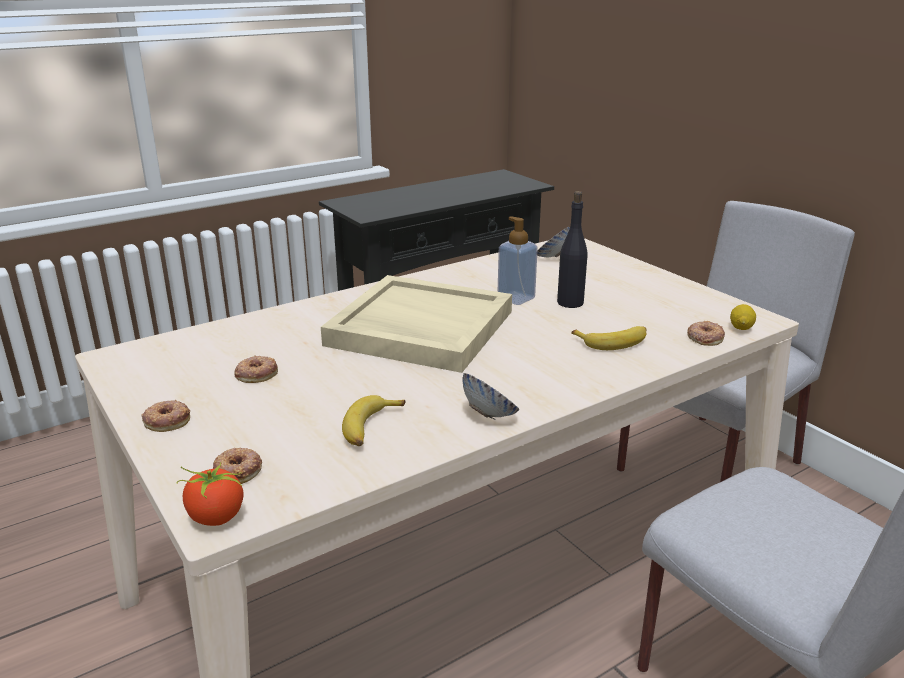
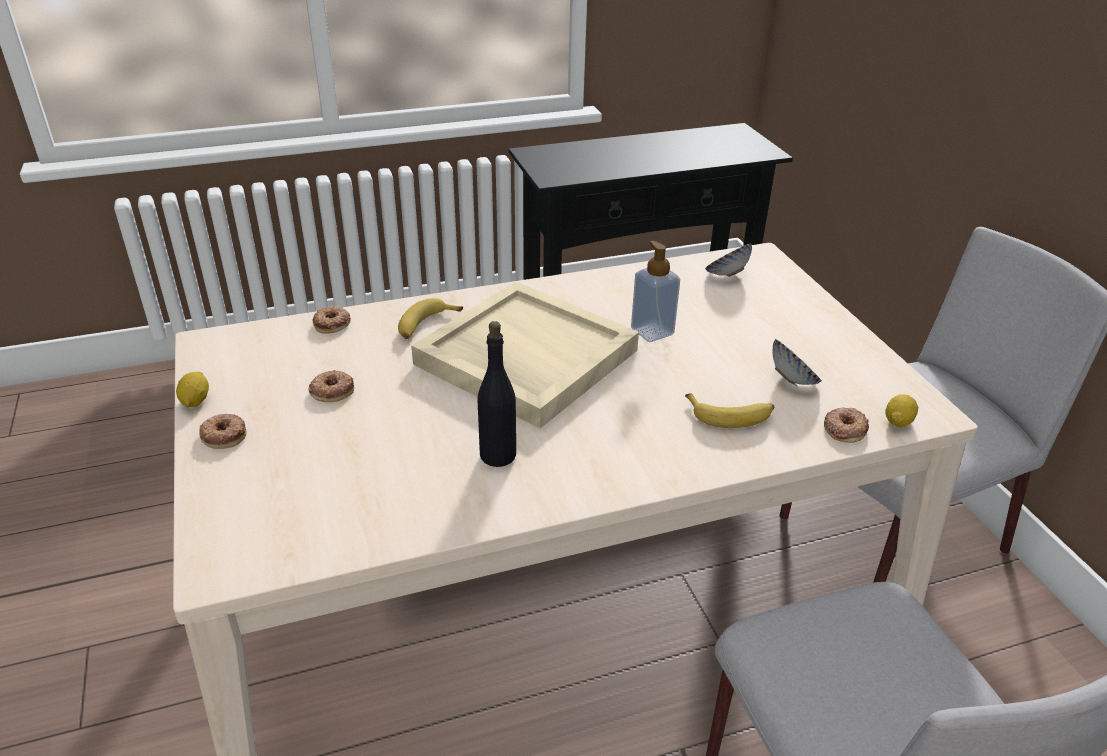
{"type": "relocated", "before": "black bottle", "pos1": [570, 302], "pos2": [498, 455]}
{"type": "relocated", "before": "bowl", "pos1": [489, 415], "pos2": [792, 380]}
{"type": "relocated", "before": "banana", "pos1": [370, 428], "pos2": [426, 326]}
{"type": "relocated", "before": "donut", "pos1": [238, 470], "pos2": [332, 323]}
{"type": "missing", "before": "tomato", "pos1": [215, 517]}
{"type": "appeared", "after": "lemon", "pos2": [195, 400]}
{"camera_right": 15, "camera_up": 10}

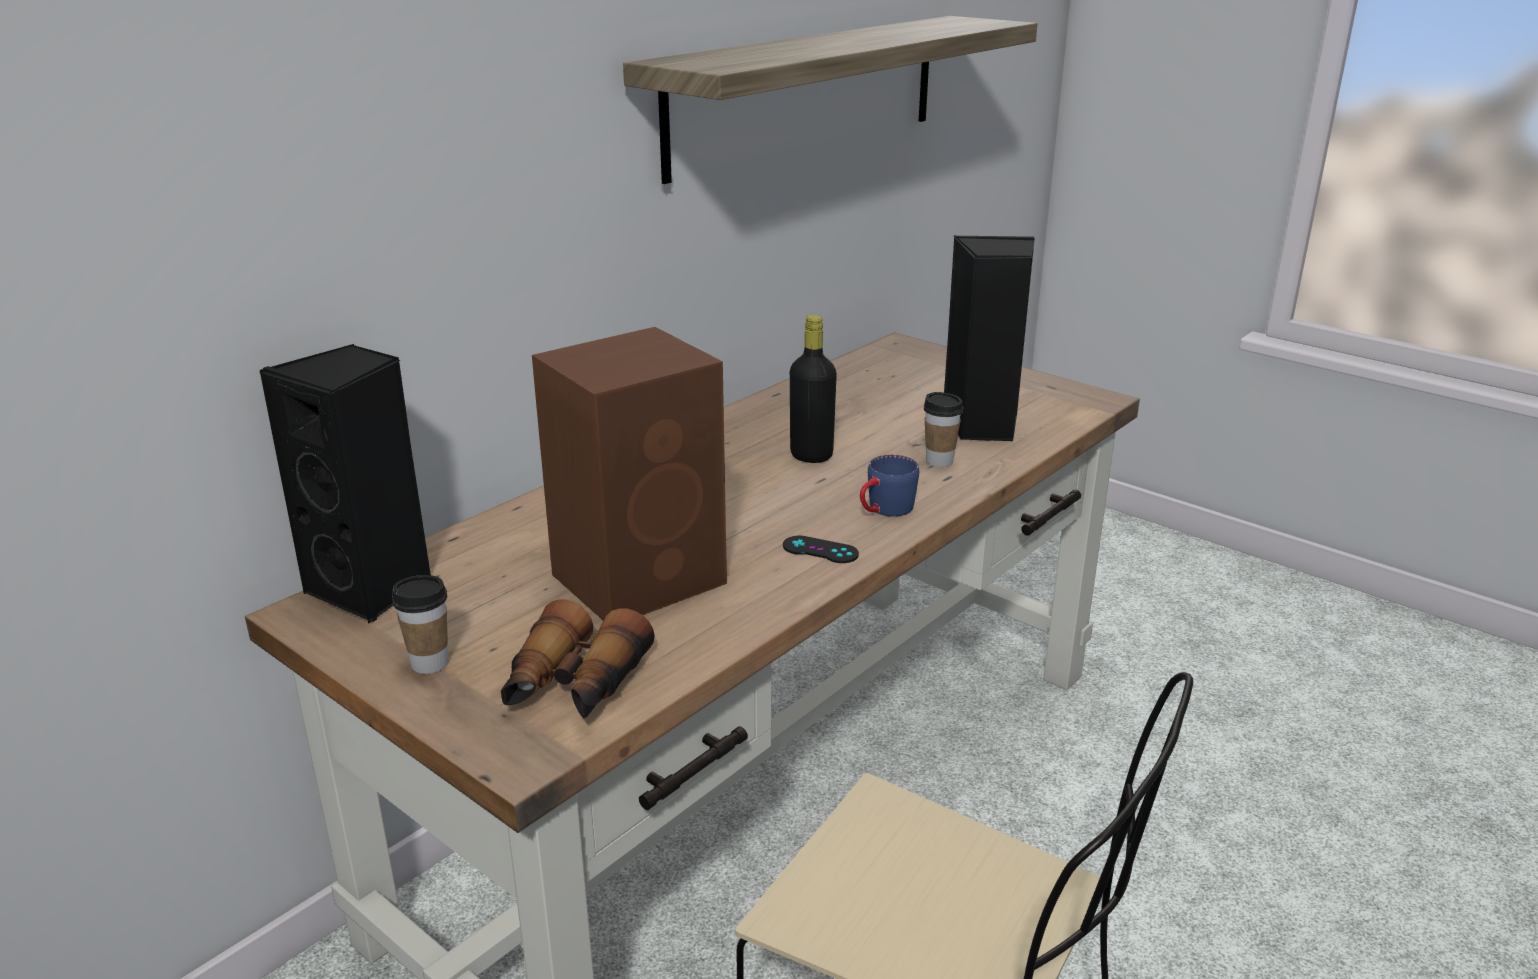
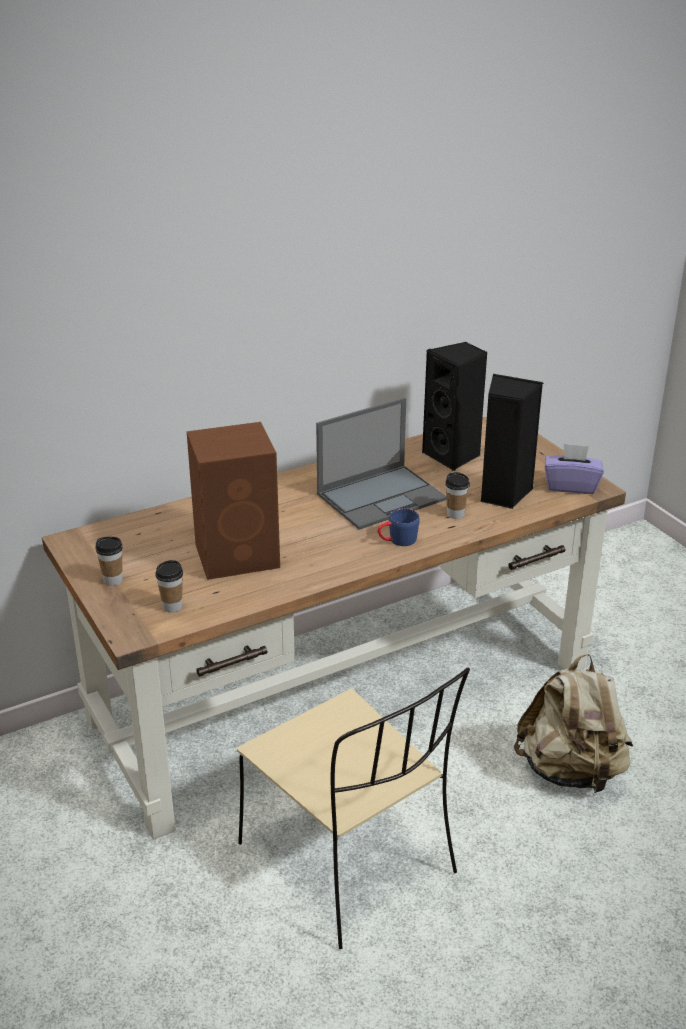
{"type": "missing", "before": "shelf", "pos1": [807, 93]}
{"type": "exchanged", "before": "black bottle", "after": "laptop", "pos1": [811, 455], "pos2": [382, 496]}
{"type": "relocated", "before": "black speaker", "pos1": [373, 589], "pos2": [453, 456]}
{"type": "missing", "before": "black game controller", "pos1": [820, 550]}
{"type": "exchanged", "before": "binoculars", "after": "cup", "pos1": [574, 686], "pos2": [172, 607]}
{"type": "appeared", "after": "purple tissue box", "pos2": [571, 486]}
{"type": "appeared", "after": "beige backpack", "pos2": [571, 771]}
{"camera_right": 20, "camera_up": 5}

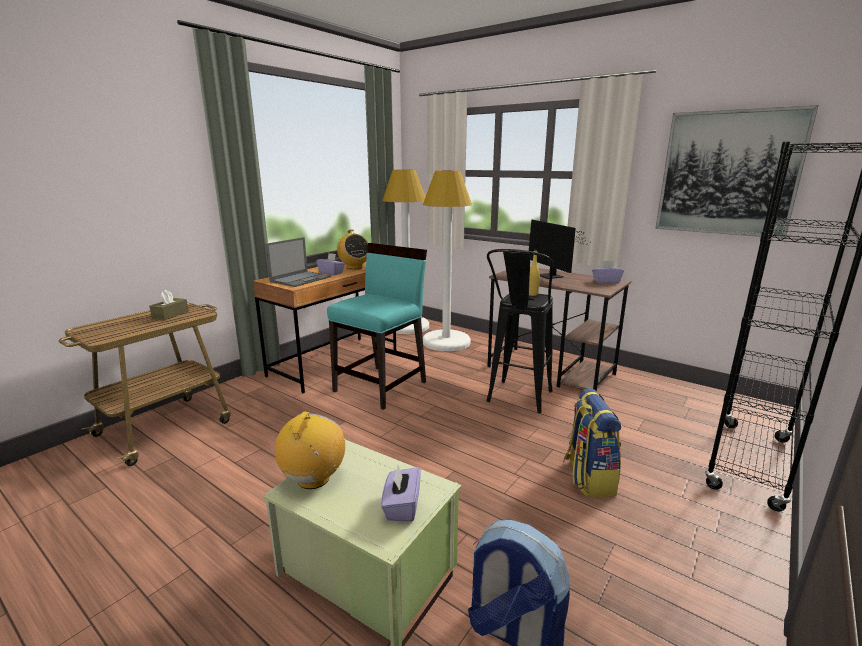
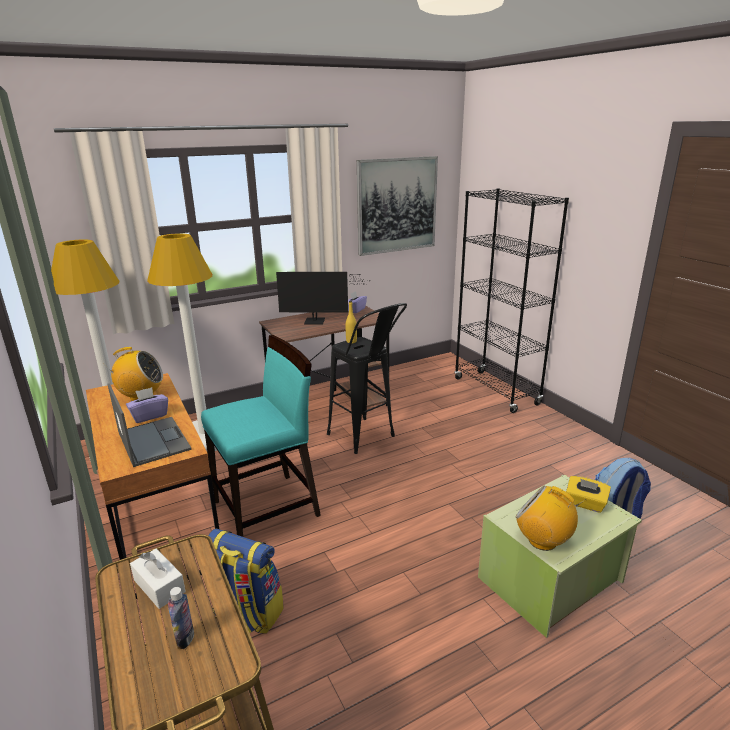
{"type": "spun", "before": "turquoise chair", "pos1": [381, 386], "pos2": [268, 508], "turn": 90}
{"type": "colour", "before": "brown tissue box", "after": "white tissue box", "pos1": [170, 315], "pos2": [159, 586]}
{"type": "relocated", "before": "backpack", "pos1": [588, 477], "pos2": [247, 613]}
{"type": "colour", "before": "purple tissue box", "after": "yellow tissue box", "pos1": [402, 506], "pos2": [585, 504]}
{"type": "appeared", "after": "bottle", "pos2": [185, 639]}
{"camera_right": -65, "camera_up": 5}

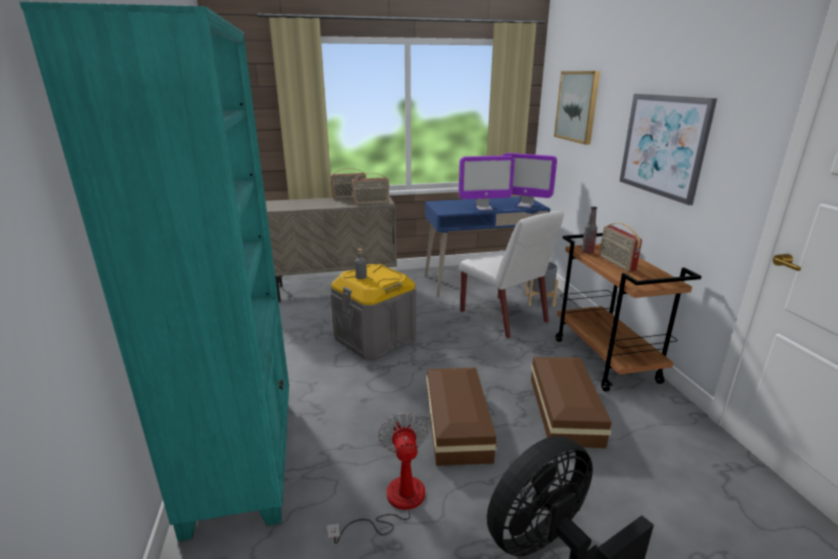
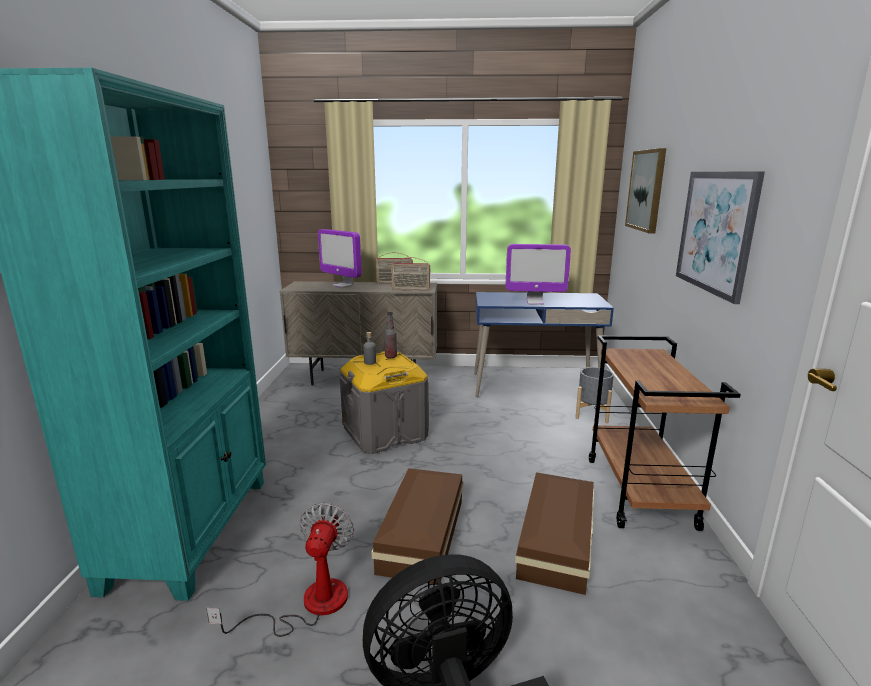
{"type": "relocated", "before": "monitor", "pos1": [525, 205], "pos2": [342, 285]}
{"type": "relocated", "before": "bottle", "pos1": [587, 252], "pos2": [391, 357]}
{"type": "missing", "before": "white chair", "pos1": [504, 317]}
{"type": "missing", "before": "radio", "pos1": [616, 263]}
{"camera_right": 15, "camera_up": -5}

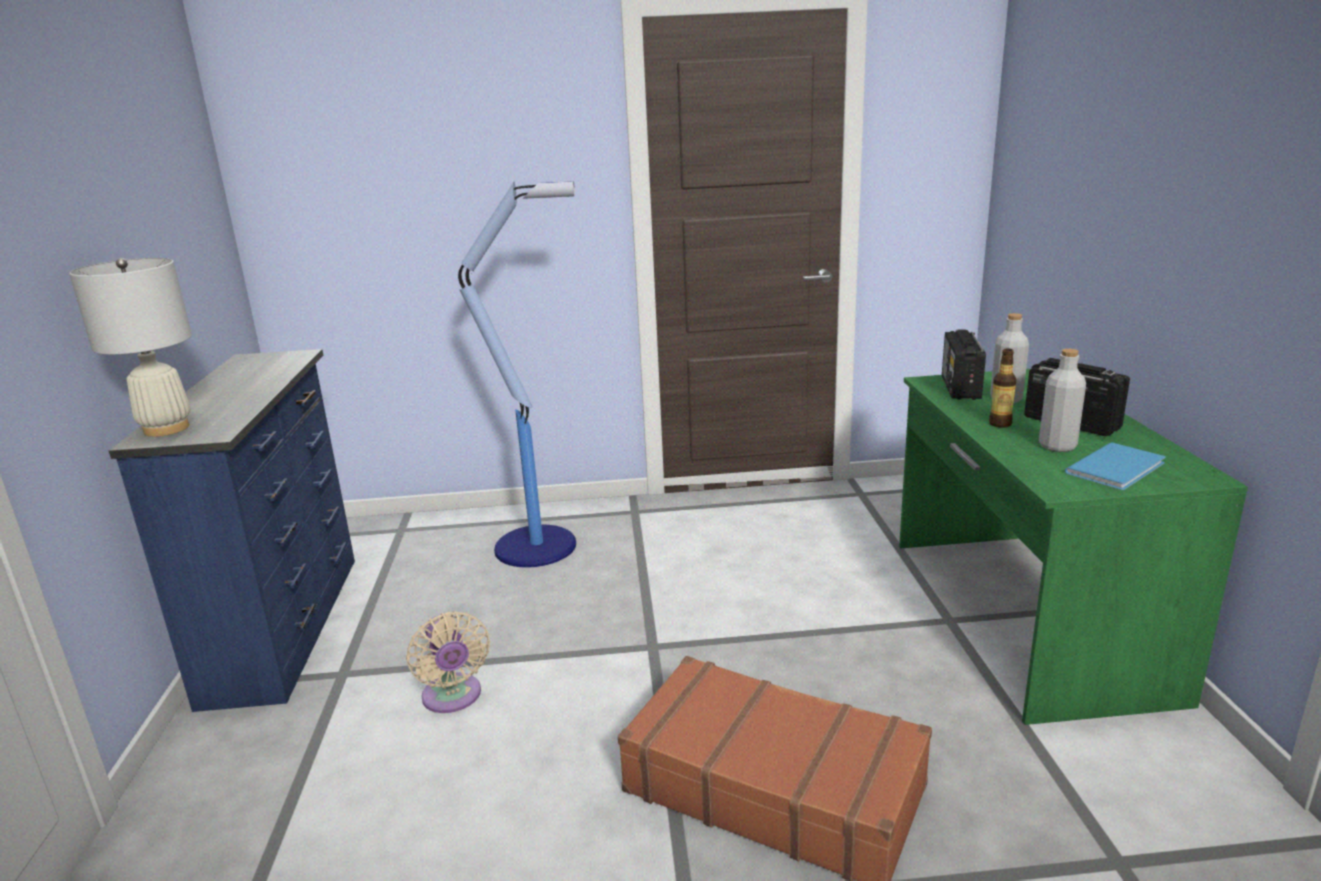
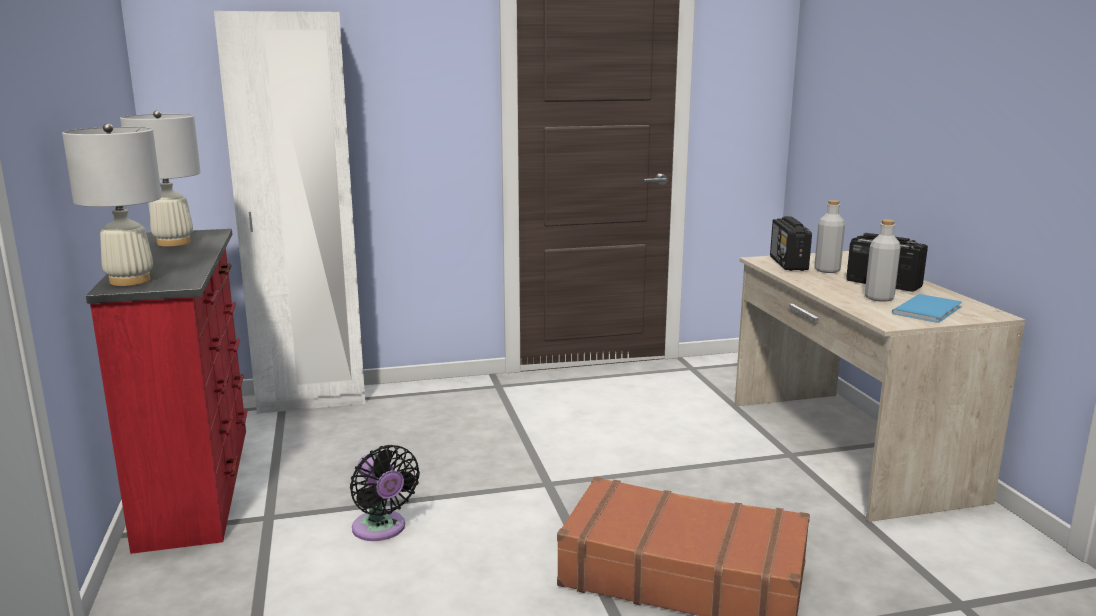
{"type": "missing", "before": "floor lamp", "pos1": [539, 546]}
{"type": "colour", "before": "blue dresser", "after": "red dresser", "pos1": [289, 625], "pos2": [200, 483]}
{"type": "missing", "before": "bottle", "pos1": [1000, 424]}
{"type": "colour", "before": "green desk", "after": "beige desk", "pos1": [1021, 614], "pos2": [846, 448]}
{"type": "colour", "before": "beige fan", "after": "black fan", "pos1": [453, 698], "pos2": [381, 529]}
{"type": "appeared", "after": "white wardrobe", "pos2": [312, 401]}
{"type": "appeared", "after": "white table lamp", "pos2": [173, 243]}
{"camera_right": -10, "camera_up": -5}

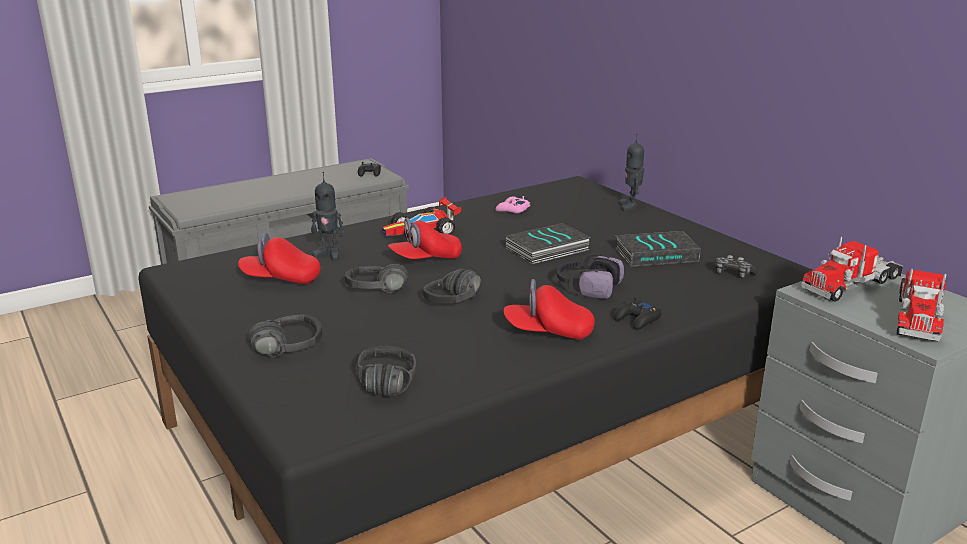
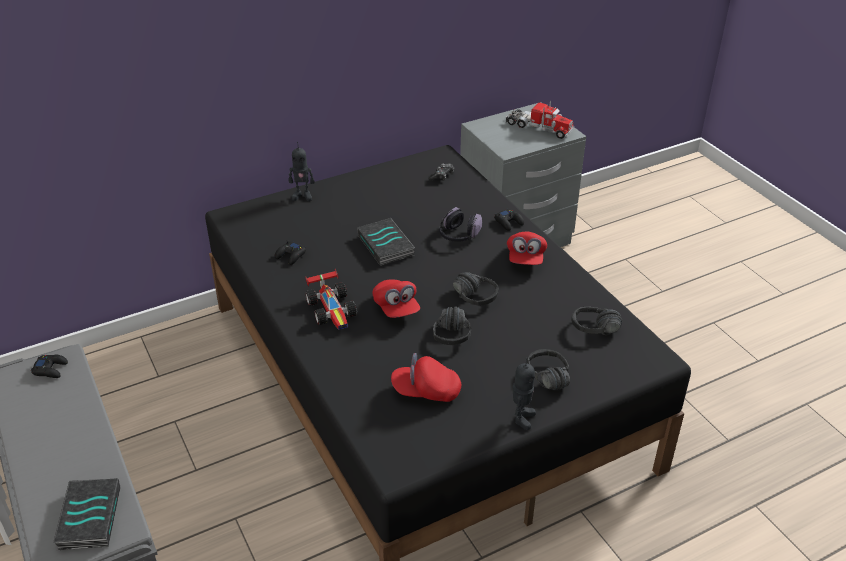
{"type": "relocated", "before": "toy robot", "pos1": [329, 255], "pos2": [521, 418]}
{"type": "colour", "before": "pink game controller", "after": "black game controller", "pos1": [512, 210], "pos2": [291, 256]}
{"type": "relocated", "before": "book", "pos1": [656, 254], "pos2": [88, 517]}
{"type": "spun", "before": "red cap", "pos1": [281, 279], "pos2": [426, 391], "turn": 90}
{"type": "missing", "before": "toy truck", "pos1": [851, 284]}
{"camera_right": -85, "camera_up": 15}

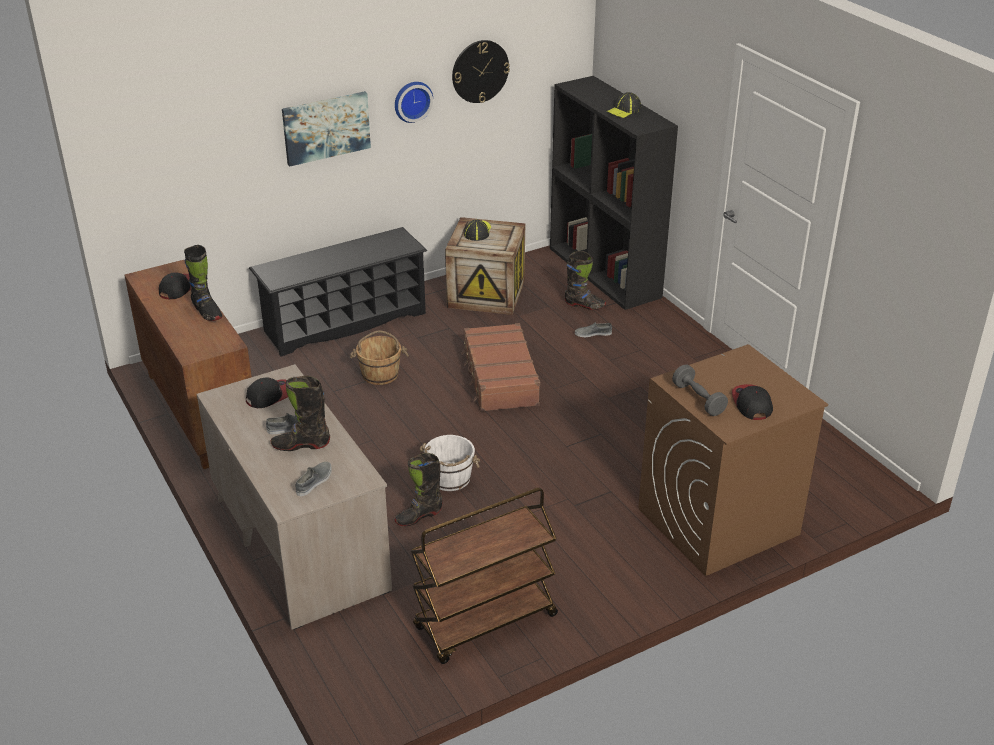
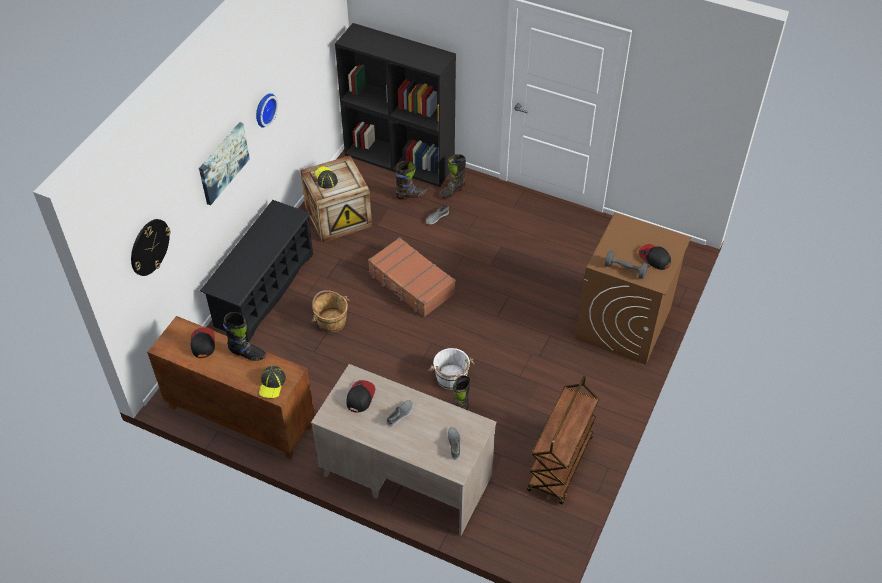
{"type": "relocated", "before": "wall clock", "pos1": [480, 71], "pos2": [149, 247]}
{"type": "relocated", "before": "cap", "pos1": [624, 110], "pos2": [272, 384]}
{"type": "relocated", "before": "black boot", "pos1": [301, 445], "pos2": [452, 191]}
{"camera_right": -35, "camera_up": 15}

